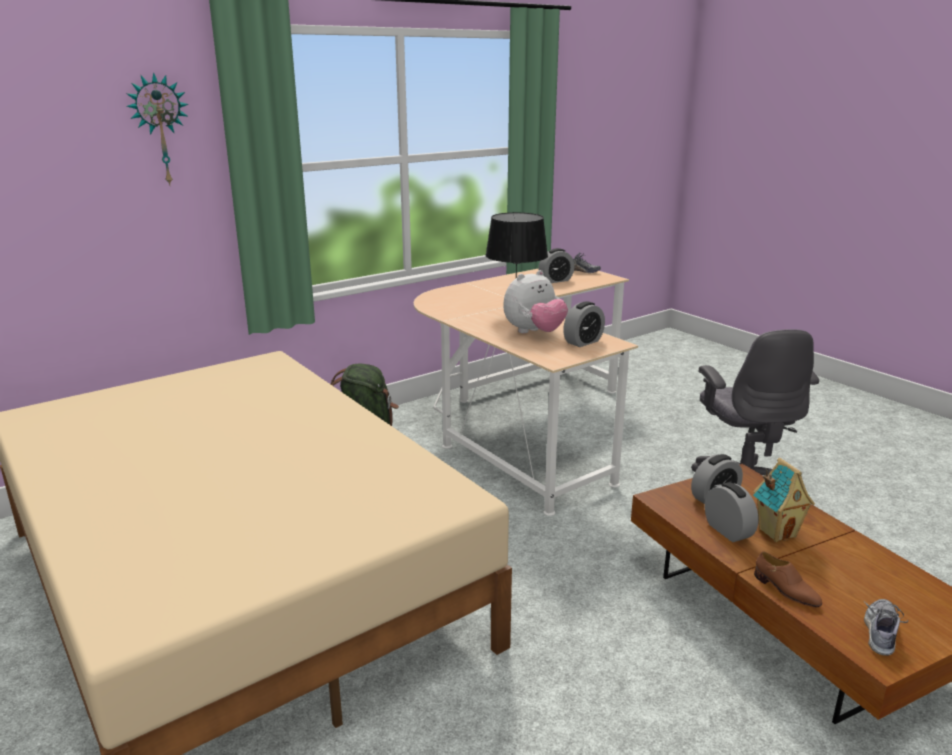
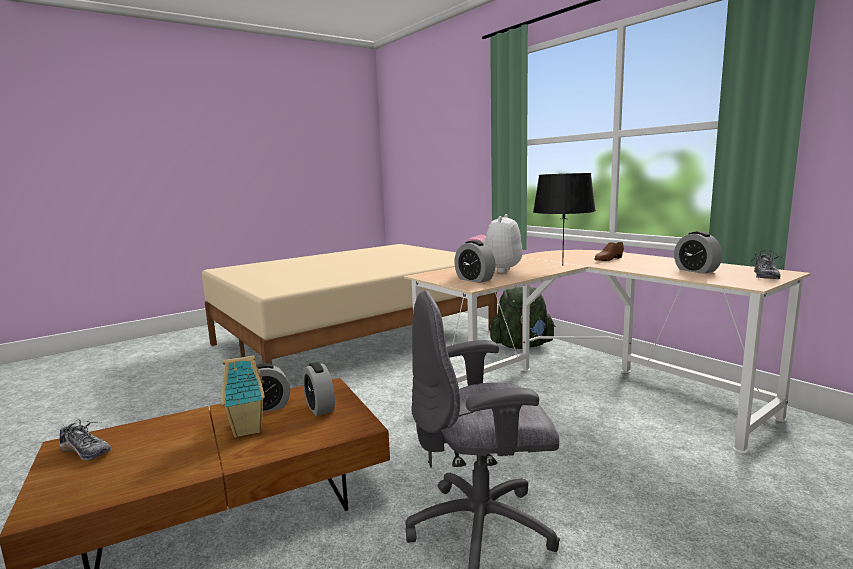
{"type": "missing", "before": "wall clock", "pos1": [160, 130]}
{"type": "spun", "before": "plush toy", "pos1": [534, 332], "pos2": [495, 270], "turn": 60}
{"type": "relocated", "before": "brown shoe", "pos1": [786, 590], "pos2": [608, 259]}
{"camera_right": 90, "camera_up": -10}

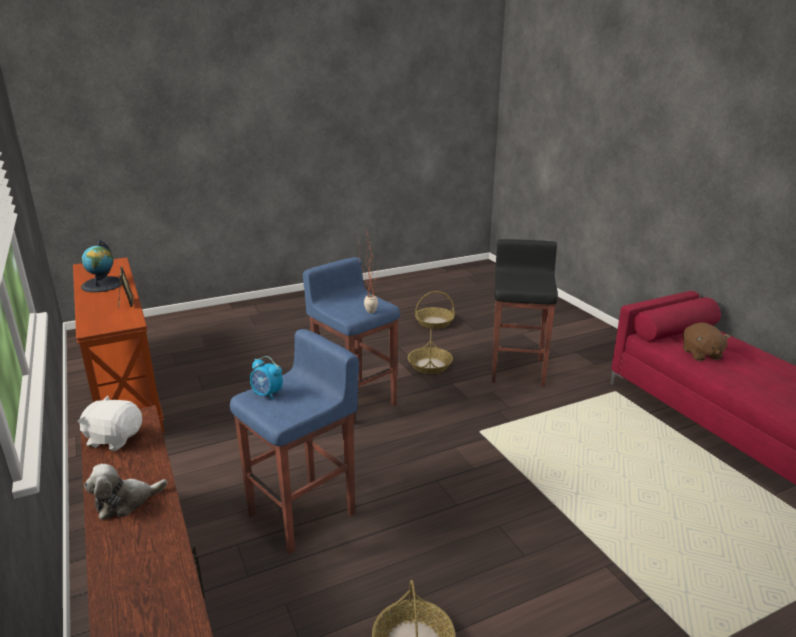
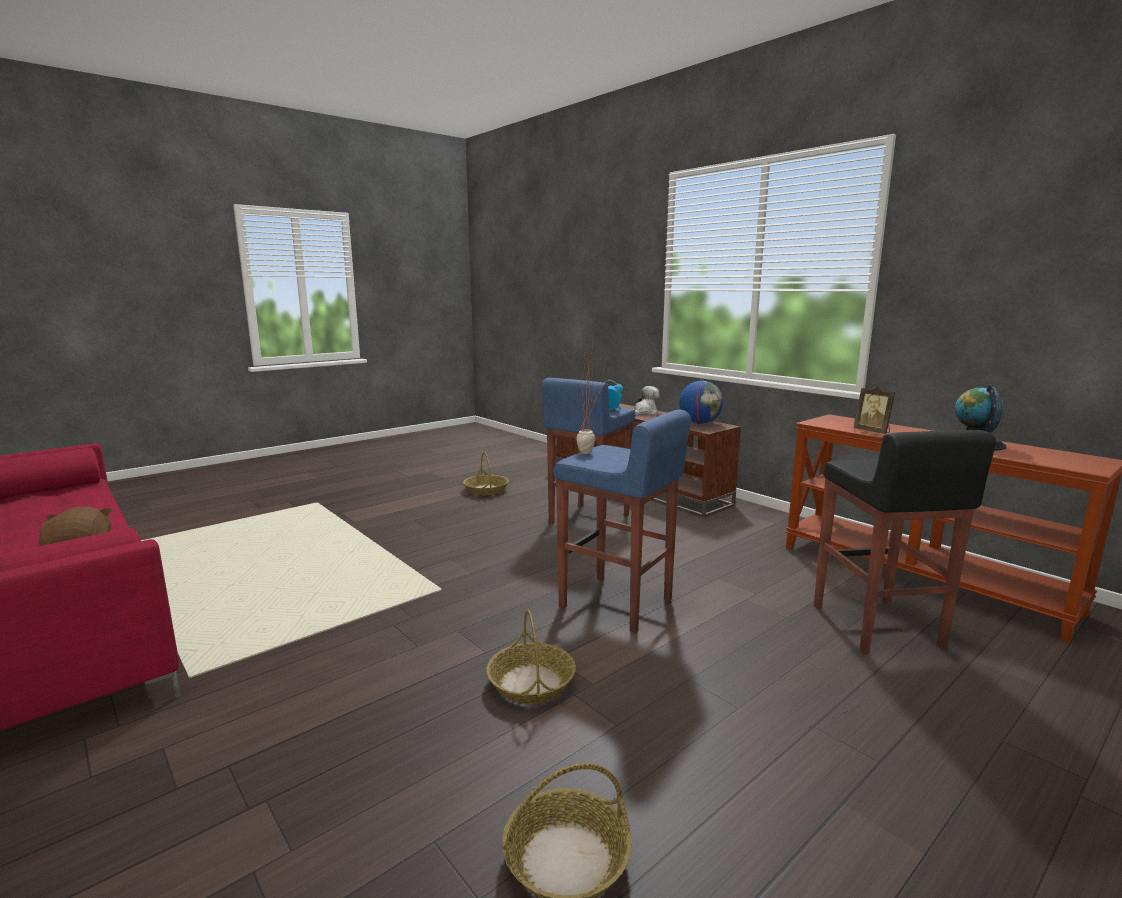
{"type": "relocated", "before": "black stool", "pos1": [518, 370], "pos2": [875, 627]}
{"type": "exchanged", "before": "white plush toy", "after": "globe", "pos1": [114, 439], "pos2": [699, 423]}
{"camera_right": 165, "camera_up": -10}

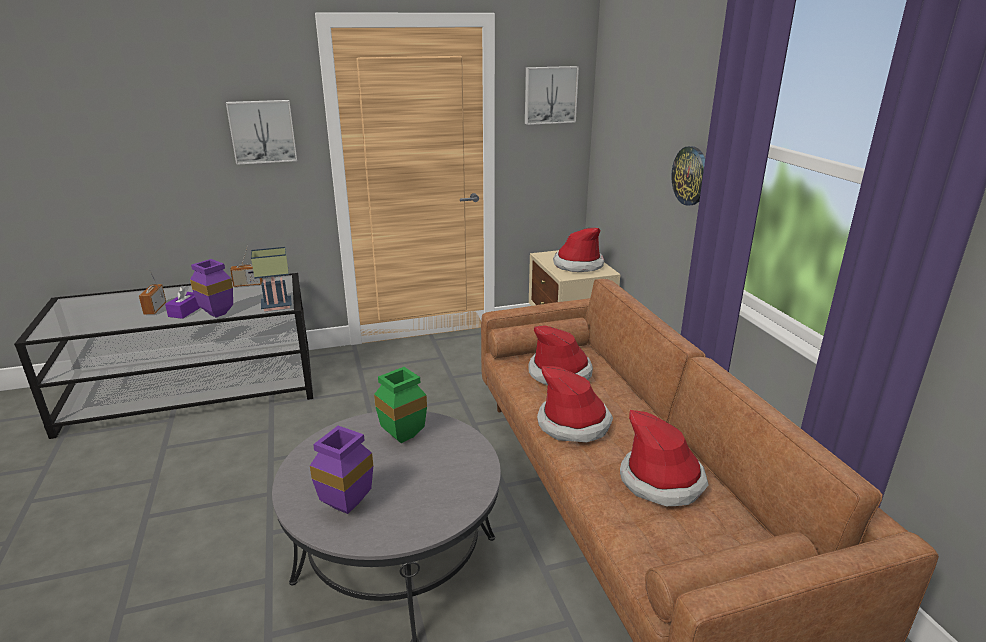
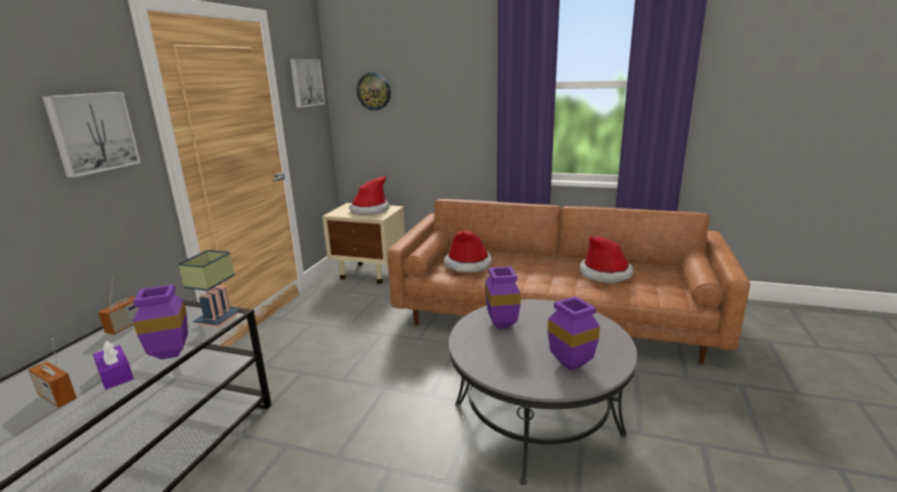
{"type": "relocated", "before": "wall clock", "pos1": [691, 176], "pos2": [374, 91]}
{"type": "missing", "before": "hat", "pos1": [574, 423]}
{"type": "colour", "before": "green vase", "after": "purple vase", "pos1": [402, 438], "pos2": [503, 326]}
{"camera_right": -55, "camera_up": -5}

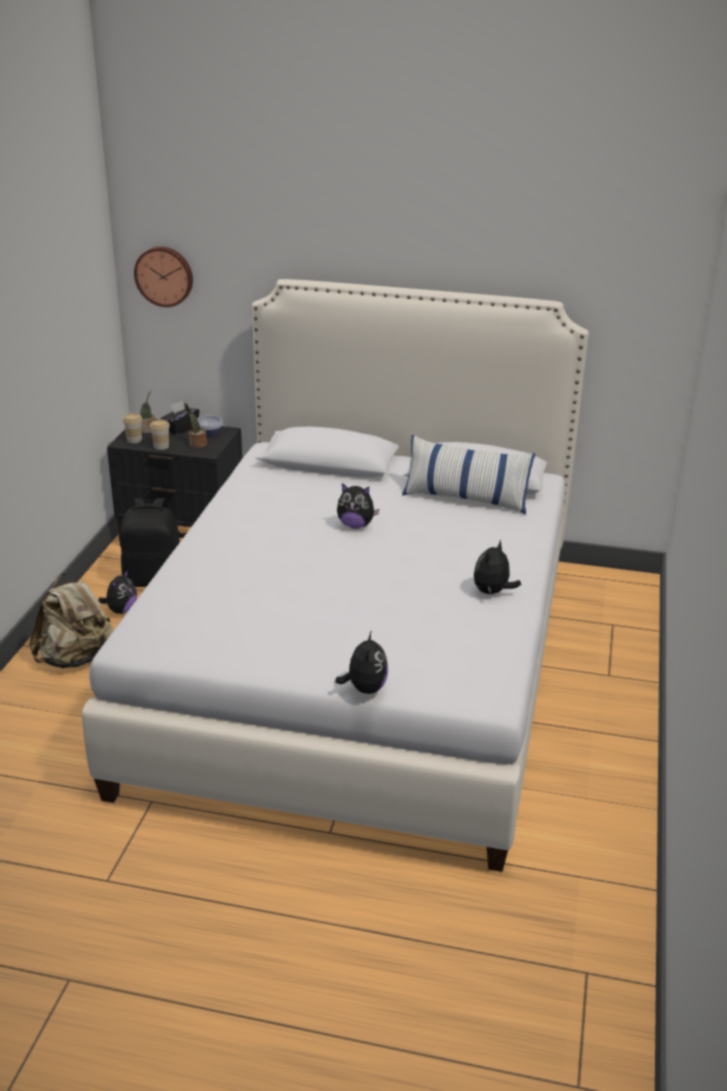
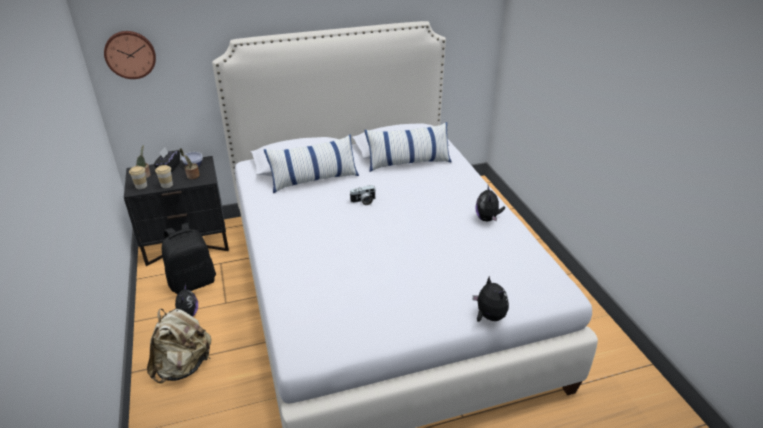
{"type": "exchanged", "before": "plush toy", "after": "photo camera", "pos1": [356, 525], "pos2": [363, 201]}
{"type": "appeared", "after": "pillow", "pos2": [314, 179]}
{"camera_right": -30, "camera_up": 5}

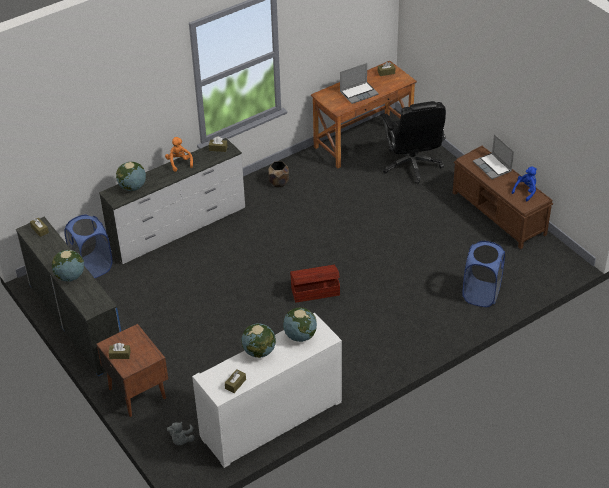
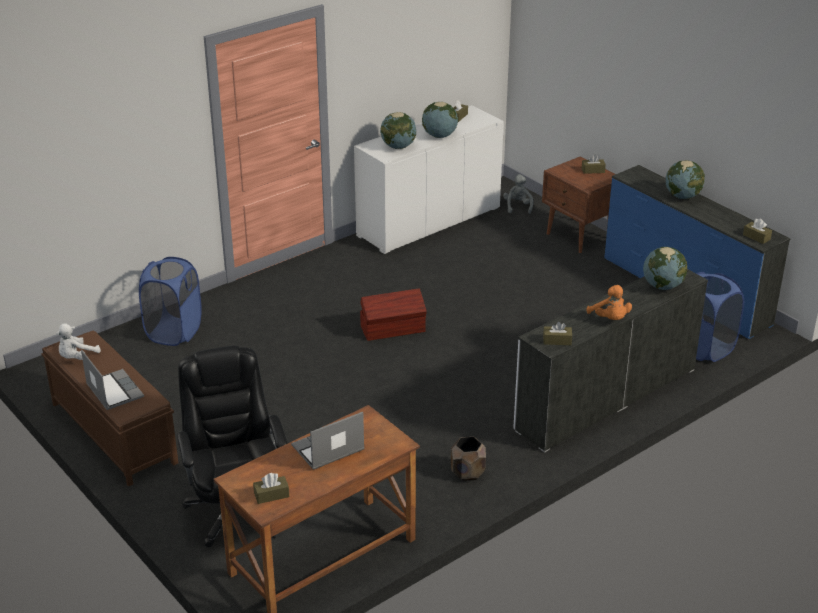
{"type": "colour", "before": "blue plush toy", "after": "white plush toy", "pos1": [525, 191], "pos2": [76, 357]}
{"camera_right": 175, "camera_up": -10}

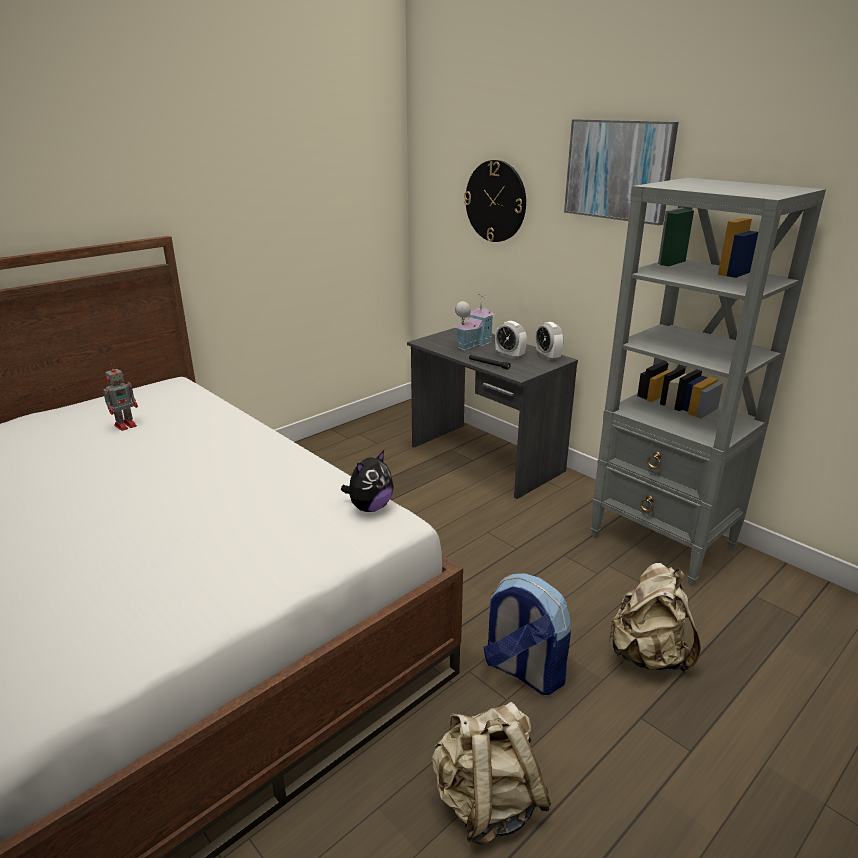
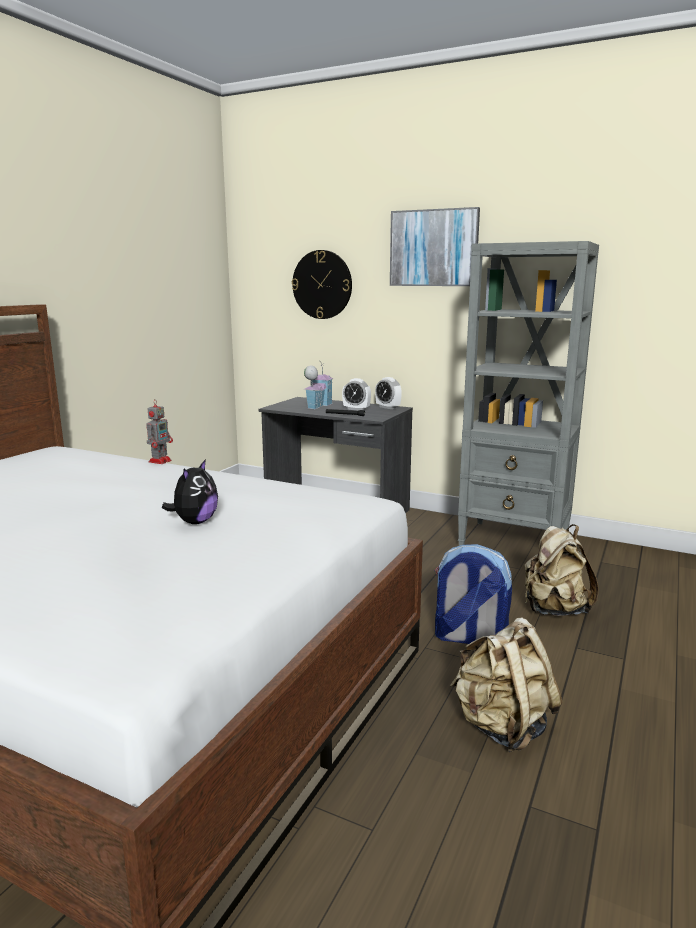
{"type": "relocated", "before": "toy robot", "pos1": [126, 425], "pos2": [160, 461]}
{"type": "relocated", "before": "plush toy", "pos1": [370, 507], "pos2": [195, 522]}
{"camera_right": -20, "camera_up": -10}

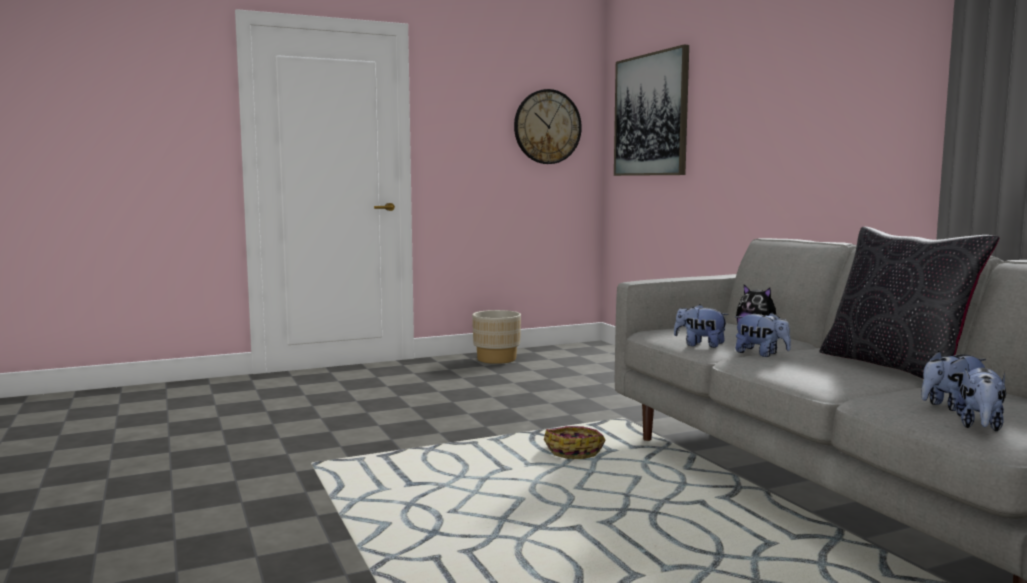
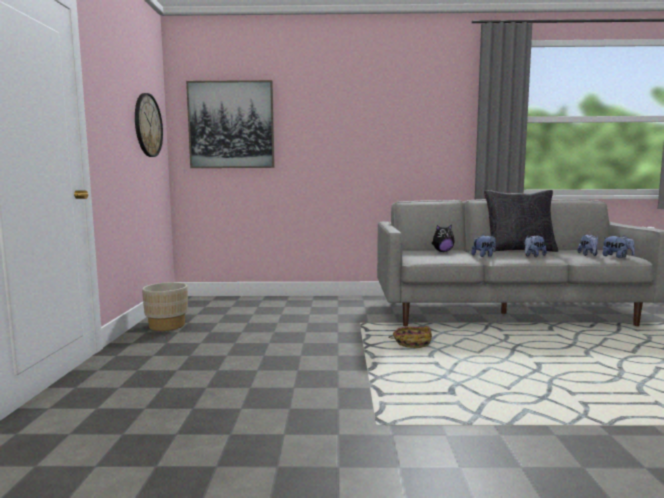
{"type": "relocated", "before": "plush toy", "pos1": [700, 345], "pos2": [533, 256]}
{"camera_right": -65, "camera_up": 0}

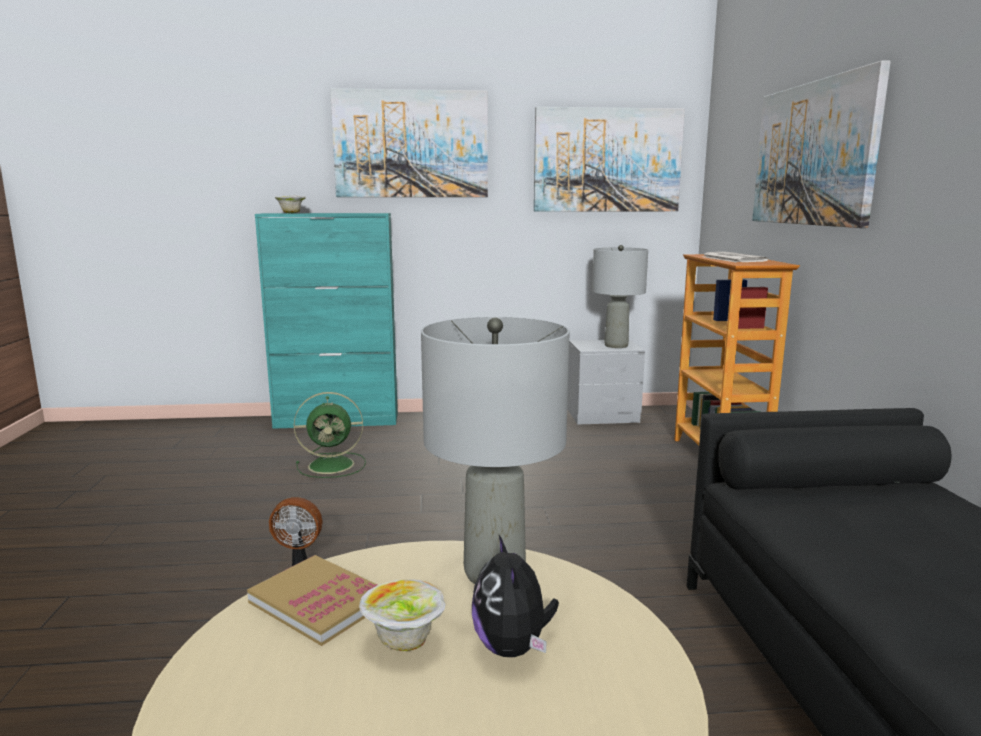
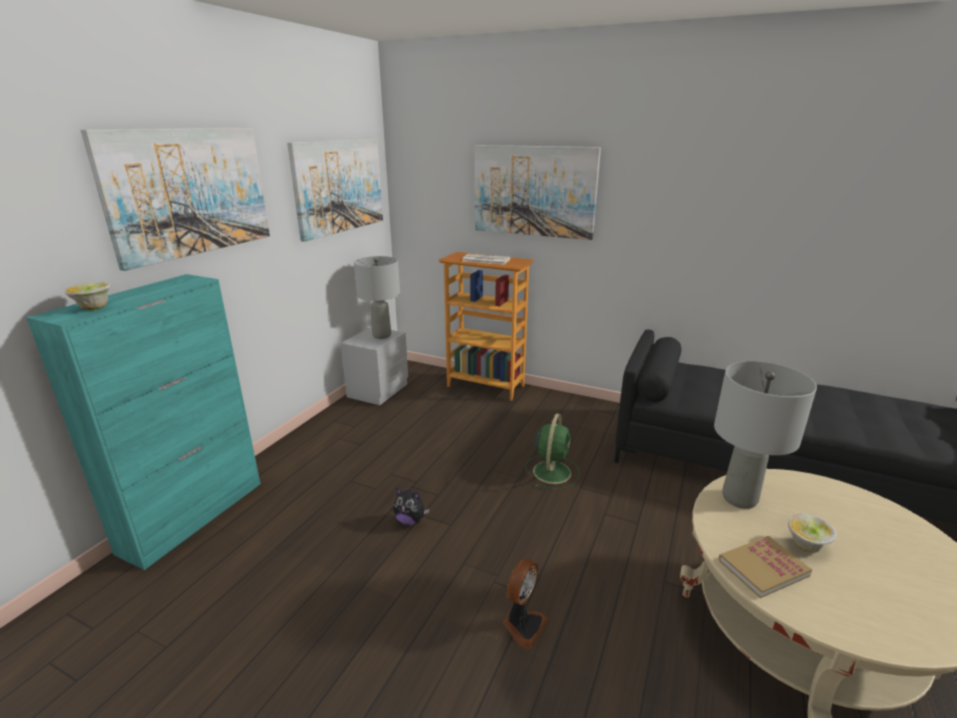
{"type": "relocated", "before": "green fan", "pos1": [333, 465], "pos2": [552, 471]}
{"type": "relocated", "before": "plush toy", "pos1": [513, 647], "pos2": [410, 520]}
{"camera_right": -60, "camera_up": 10}

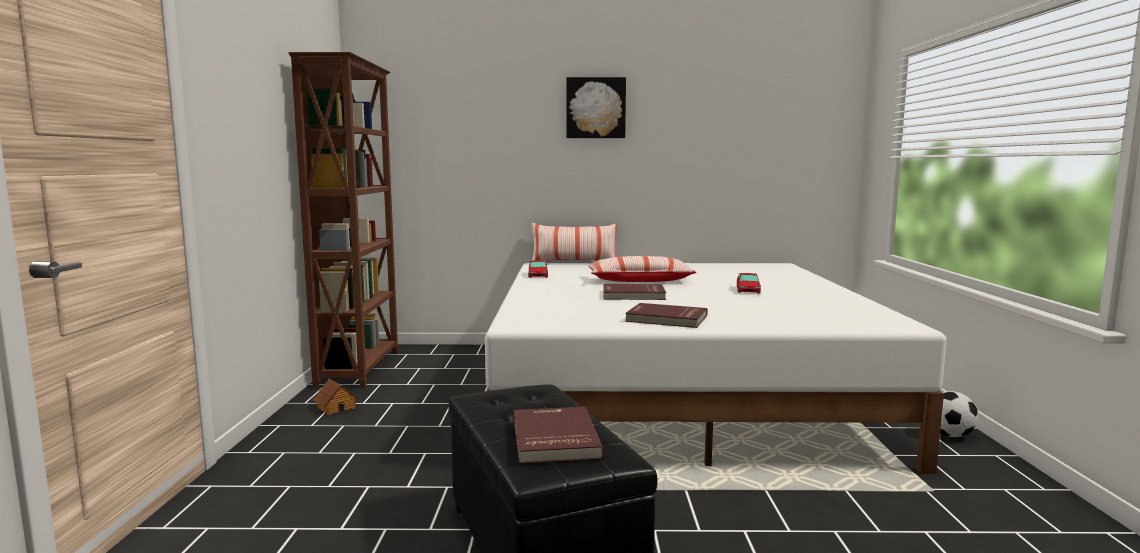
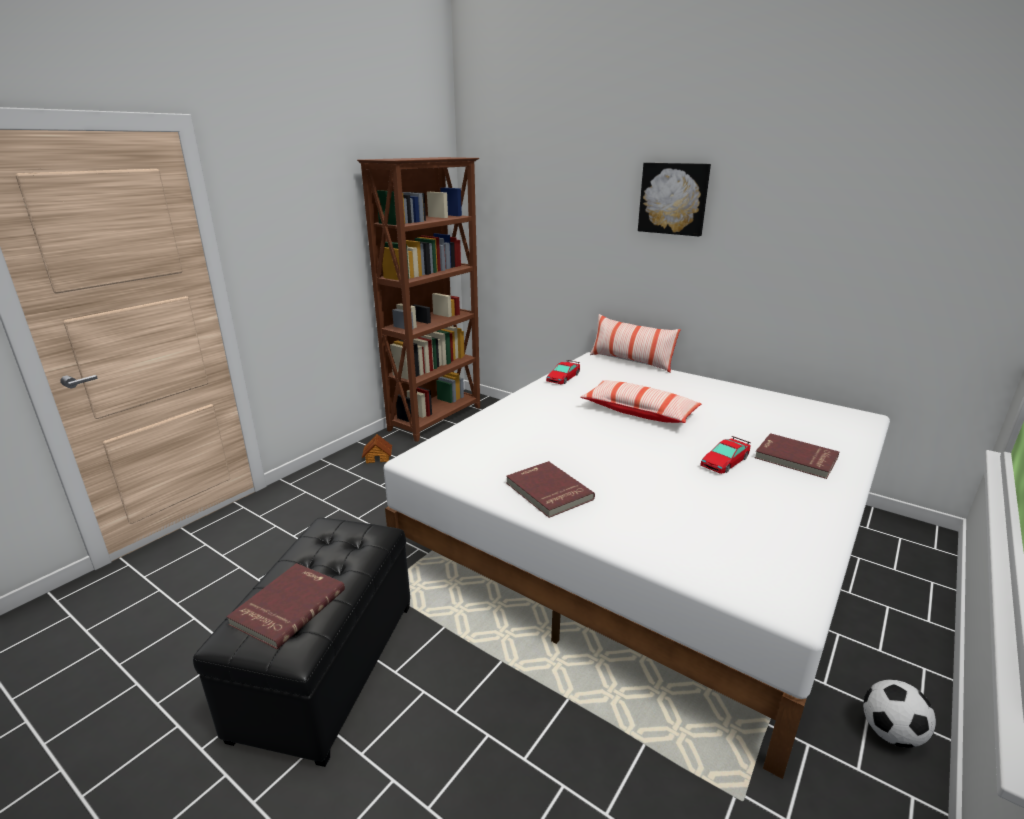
{"type": "relocated", "before": "red book", "pos1": [633, 295], "pos2": [795, 458]}
{"camera_right": 35, "camera_up": 15}

